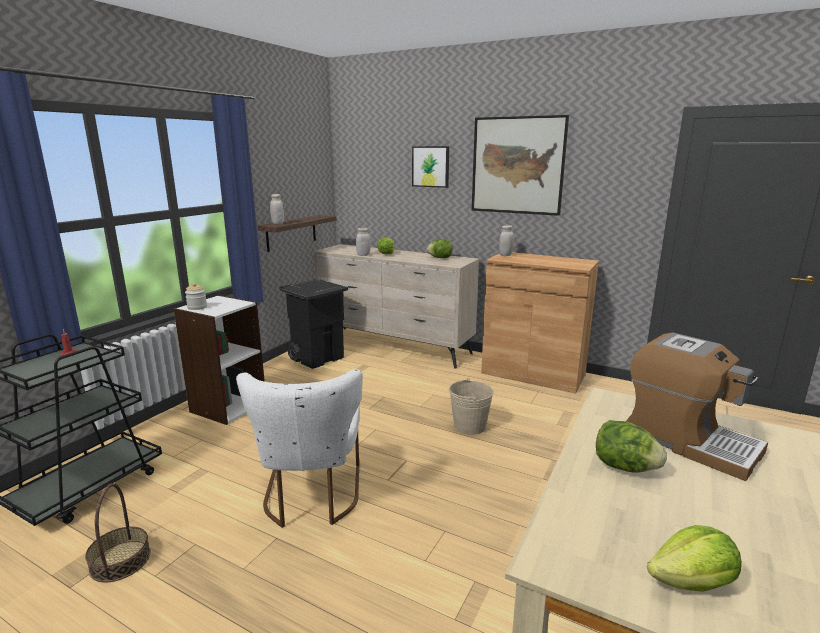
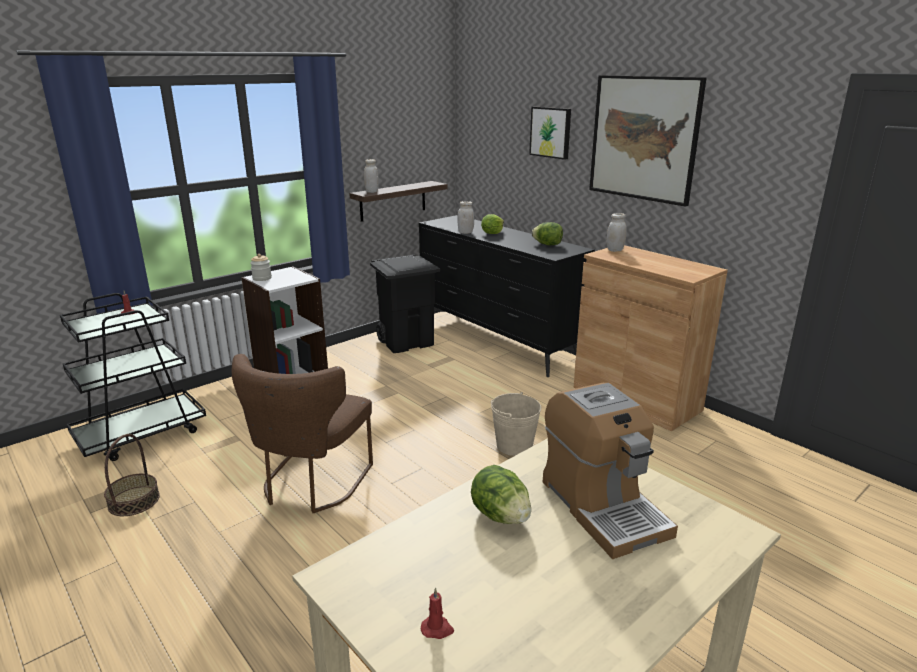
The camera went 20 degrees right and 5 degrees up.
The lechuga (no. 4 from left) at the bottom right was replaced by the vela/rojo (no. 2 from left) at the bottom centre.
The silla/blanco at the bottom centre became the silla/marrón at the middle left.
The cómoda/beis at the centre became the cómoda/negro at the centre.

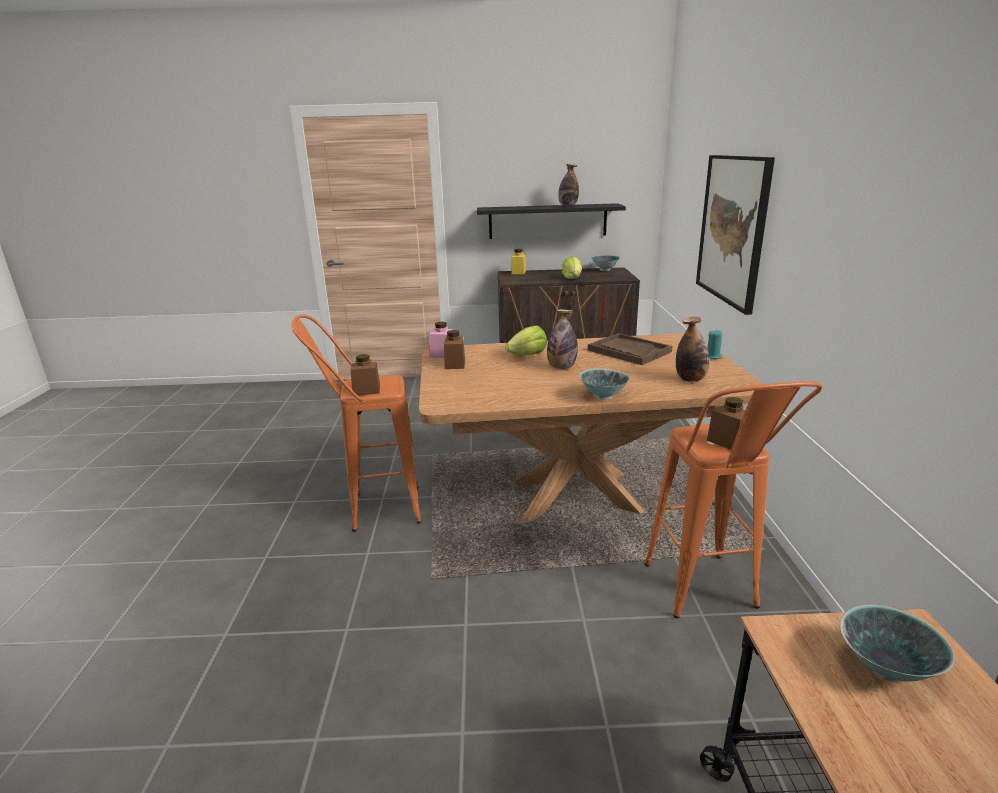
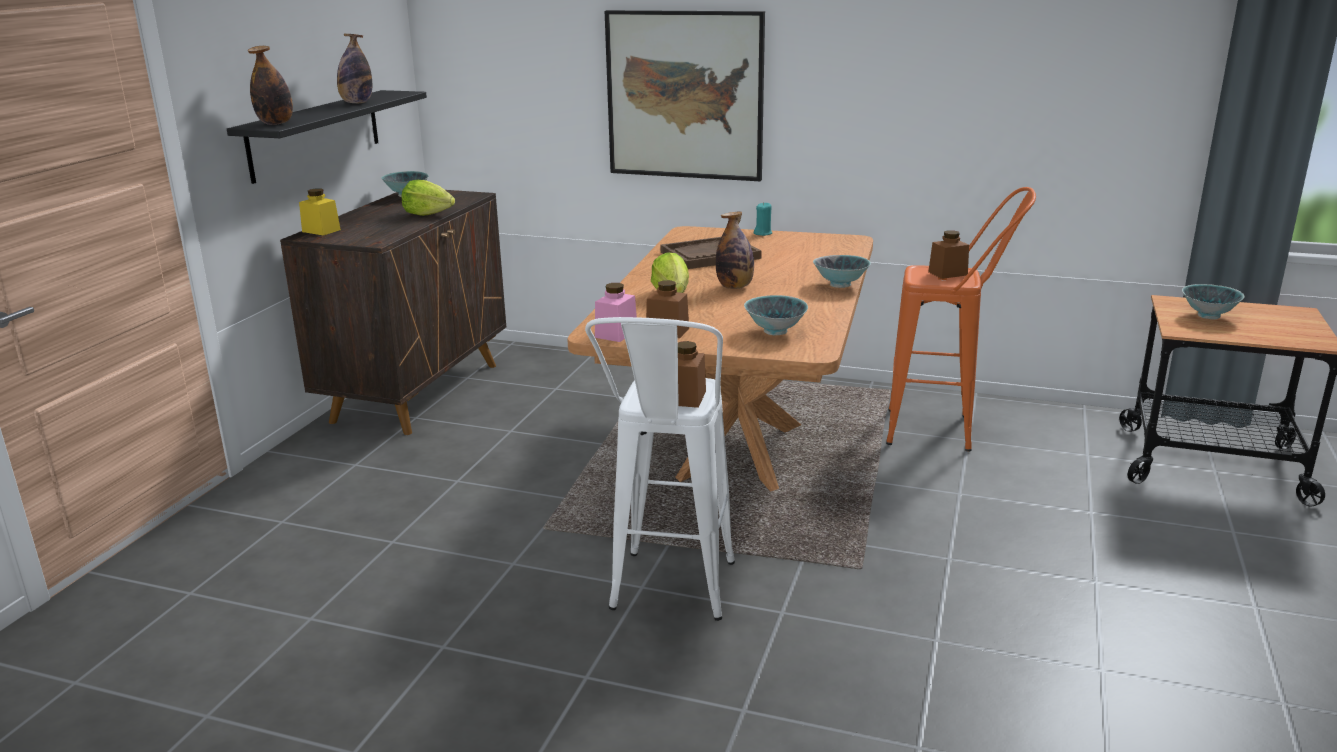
The camera went 70 degrees left and 0 degrees up.
The cuenco (no. 2 from left) at the centre appeared.
The botella (no. 3 from left in the first image) moved from the middle right to the top left.
The taburete/naranja (no. 1 from left) at the centre became the taburete/blanco at the centre.

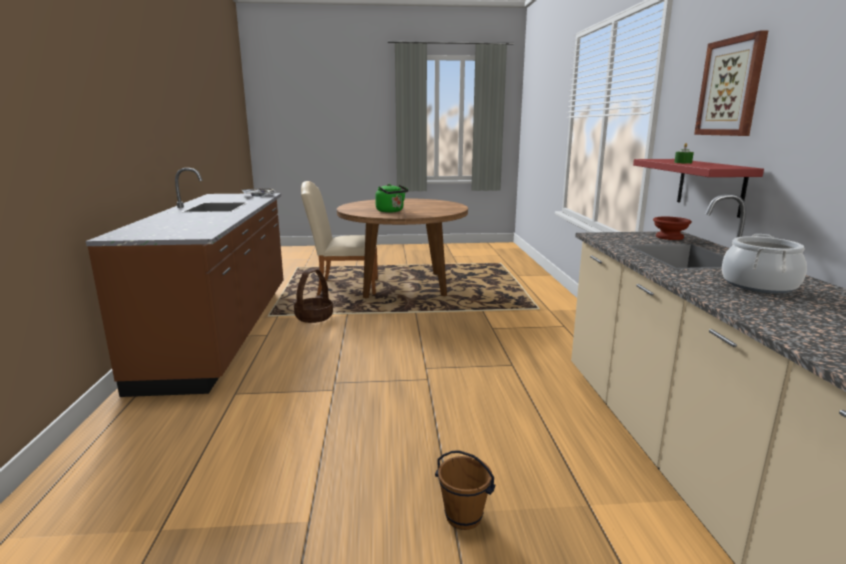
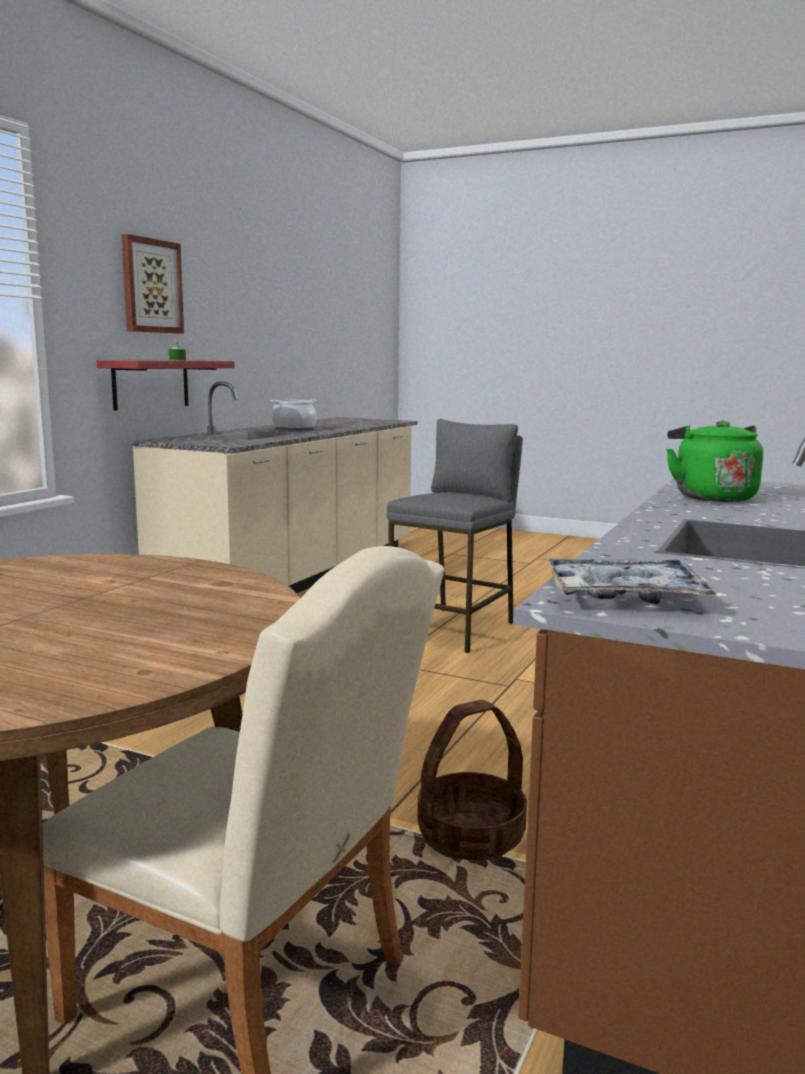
The camera went 150 degrees left and 5 degrees down.
The cubo/marrón at the bottom centre disappeared.
The cuenco/marrón at the middle right disappeared.
The taburete/gris at the centre appeared.
The hervidor/verde moved from the centre to the middle right.

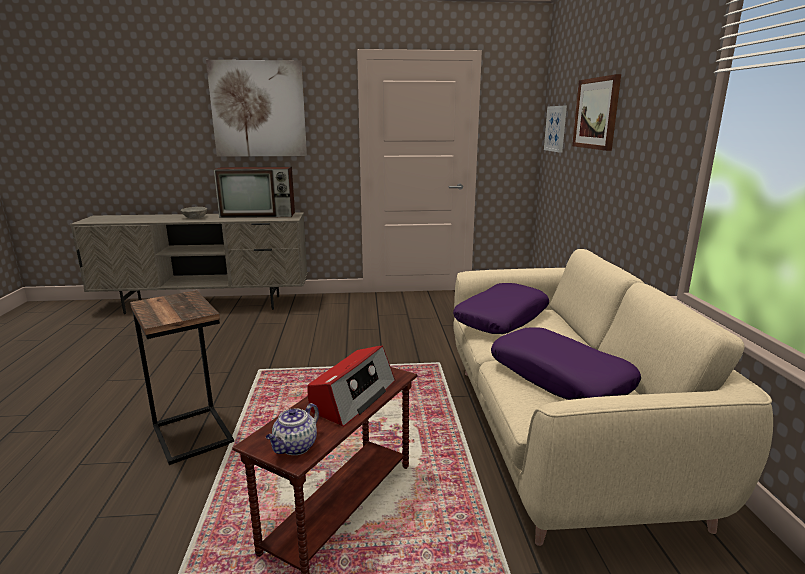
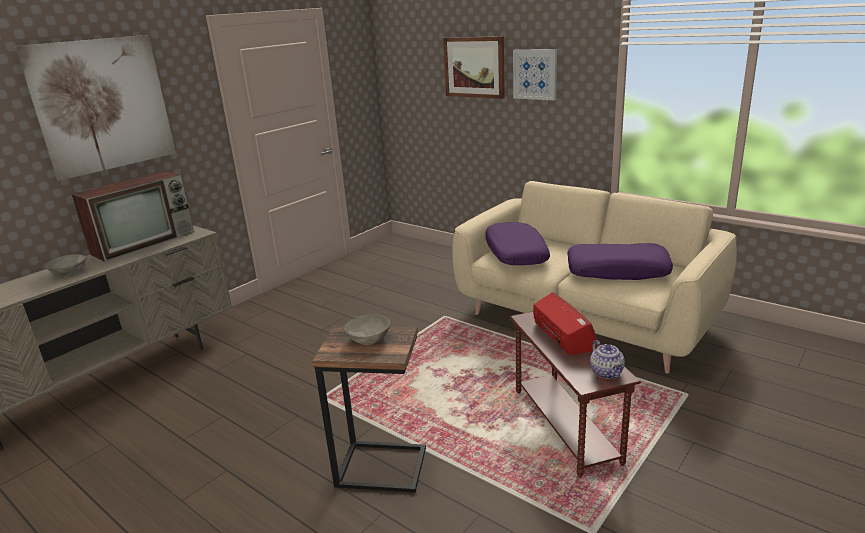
The camera went 45 degrees left and 5 degrees up.
The cuenco/gris (no. 2 from left) at the centre appeared.
The cuadro (no. 2 from left in the first image) moved from the top right to the top centre.

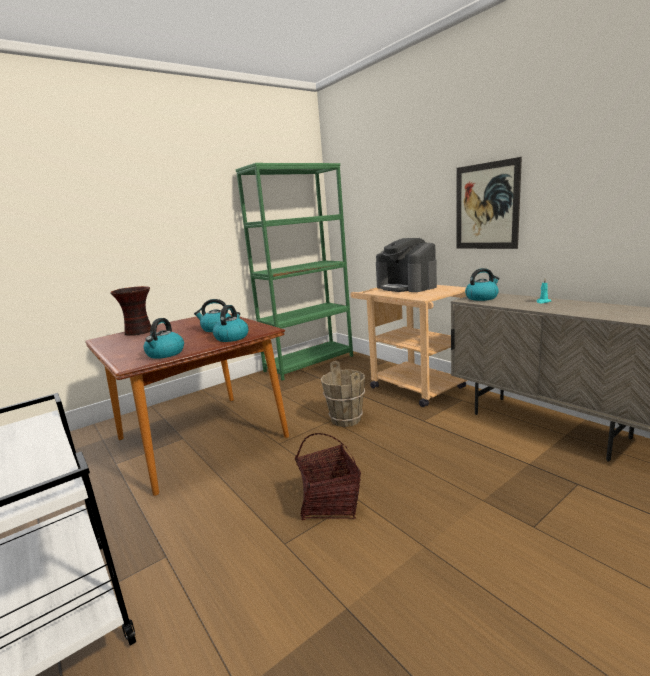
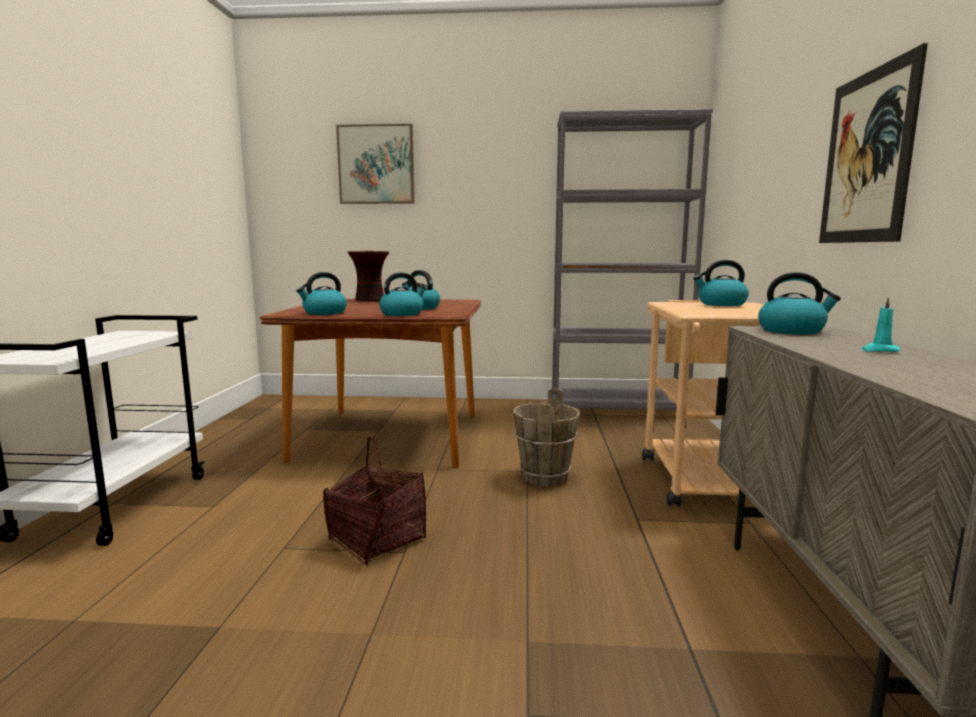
The camera went 40 degrees right and 5 degrees down.
The cuadro (no. 1 from left) at the top centre appeared.
The cafetera at the centre was replaced by the hervidor (no. 4 from left) at the middle right.
The estantería/verde at the centre became the estantería/gris at the centre.

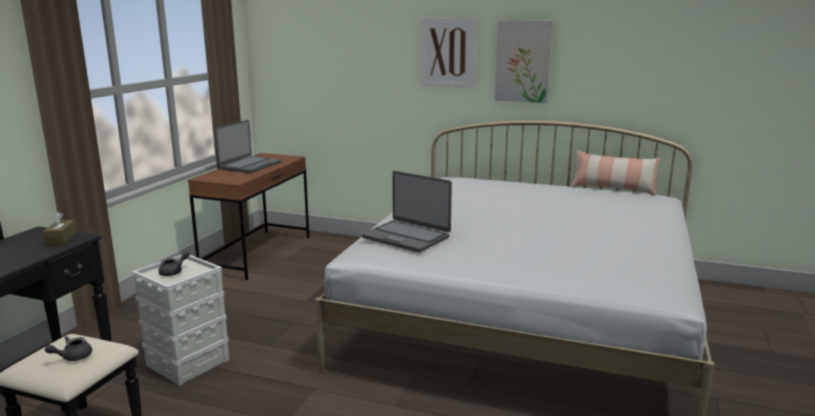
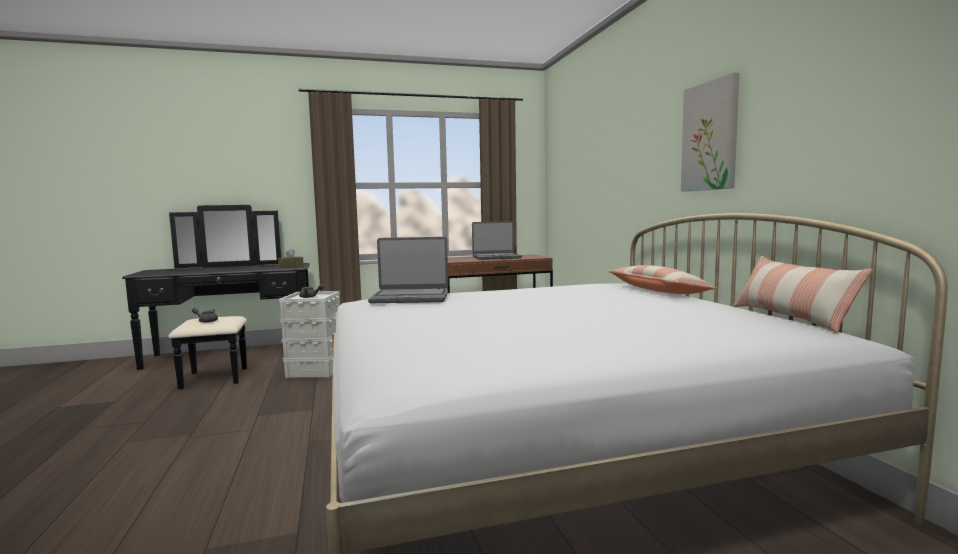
The camera went 55 degrees right and 10 degrees down.
The cuadro (no. 1 from left) at the top centre disappeared.
The cojín (no. 1 from left) at the middle right appeared.
The portátil (no. 2 from left in the first image) at the centre turned 90 degrees counterclockwise.

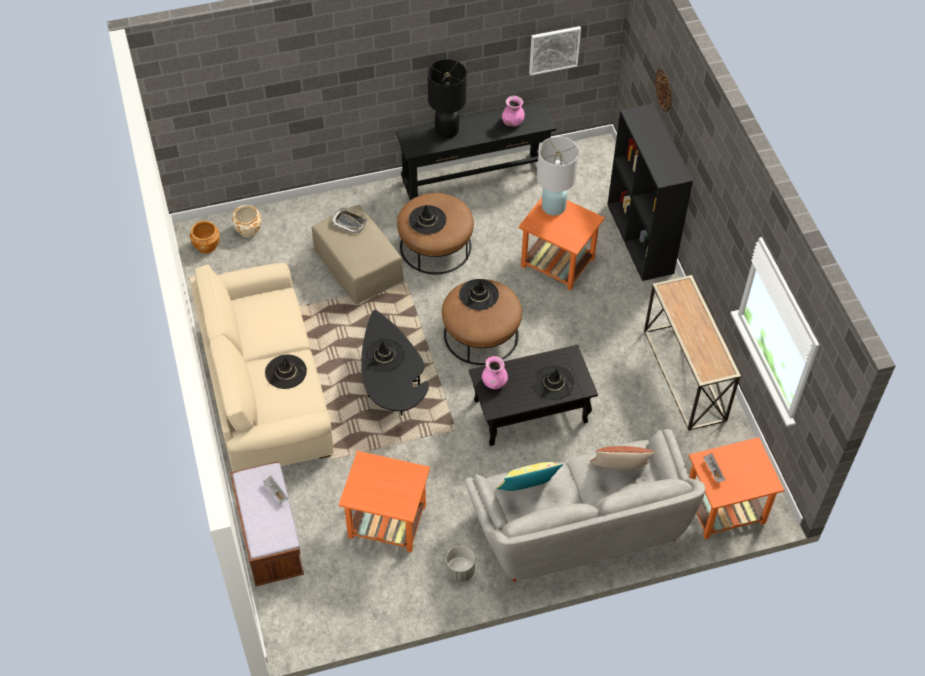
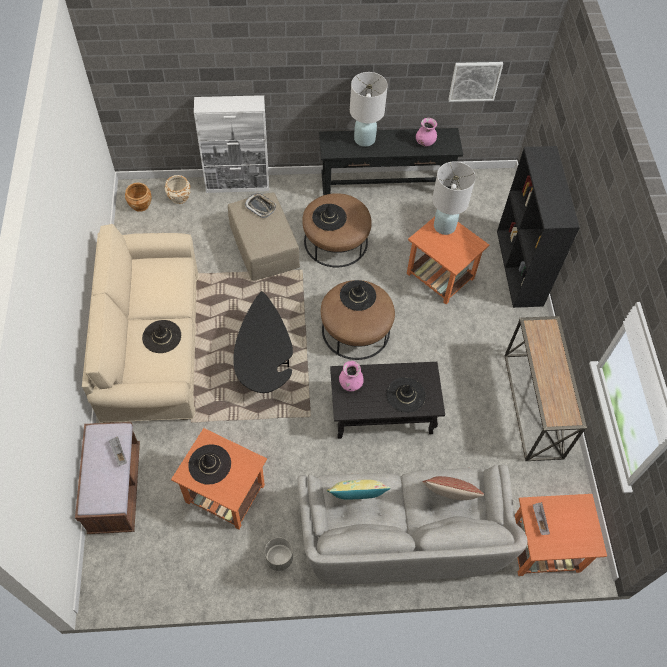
The camera went 10 degrees right and 5 degrees up.
The reloj de pared at the top right disappeared.
The armario/blanco at the top centre appeared.
The sombrero/negro (no. 2 from left) moved from the centre to the bottom left.
The lámpara de mesa/negro at the top centre became the lámpara de mesa/blanco (no. 1 from left) at the top centre.

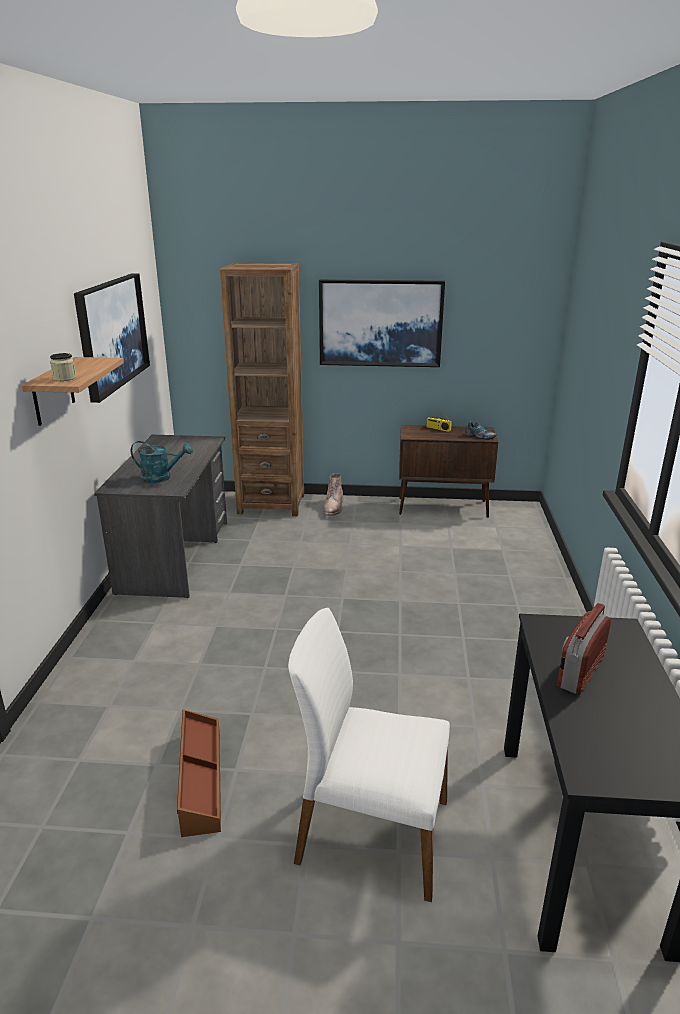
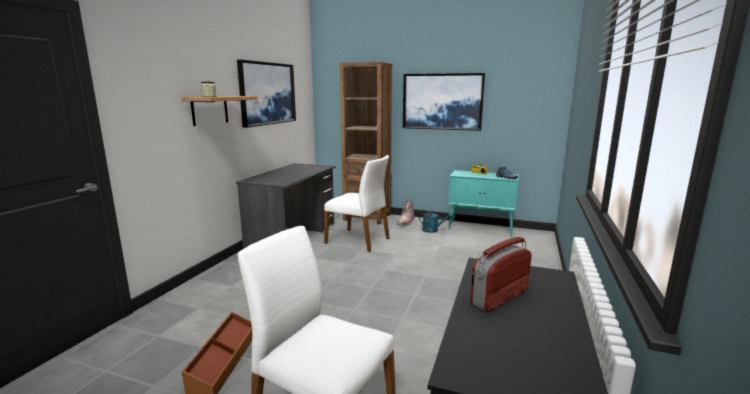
The camera went 15 degrees right and 10 degrees down.
The silla/blanco (no. 2 from left) at the centre appeared.
The regadera/turquesa moved from the middle left to the centre.
The armario/marrón at the centre became the armario/turquesa at the centre.

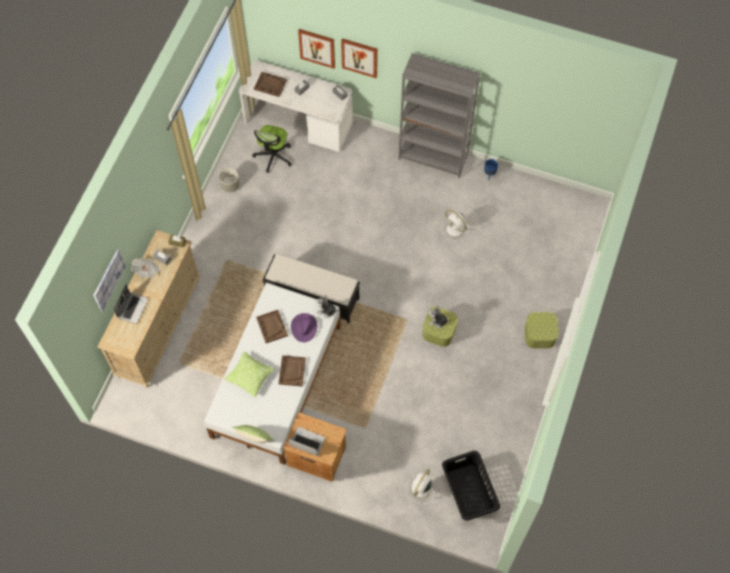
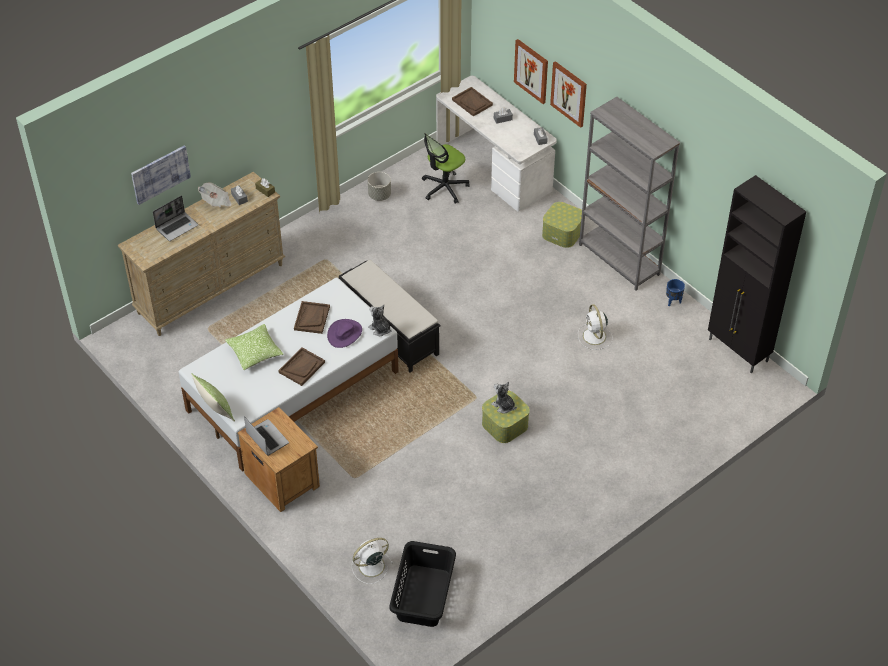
The camera went 30 degrees right and 15 degrees down.
The armario/negro at the middle right appeared.
The caja de almacenaje (no. 2 from left) moved from the middle right to the centre.

